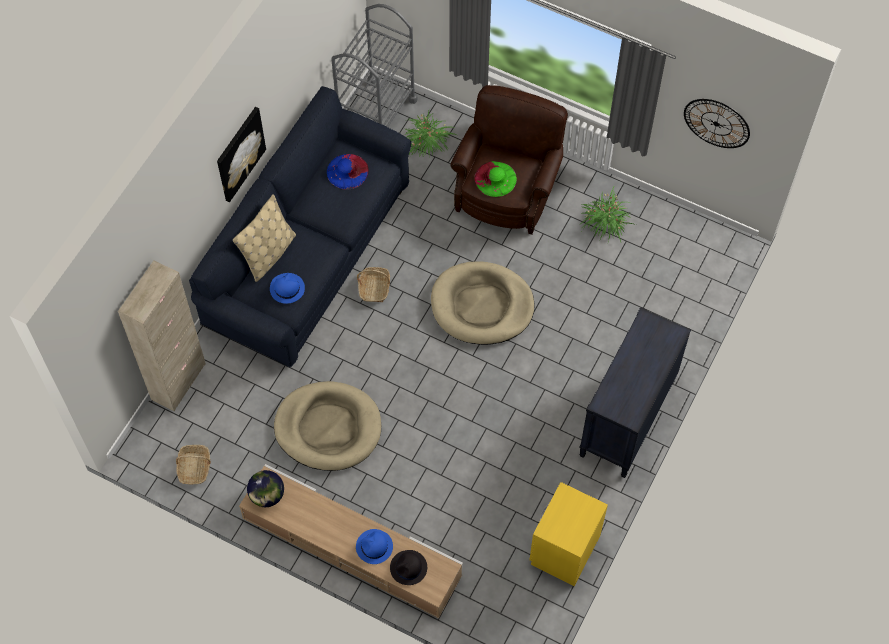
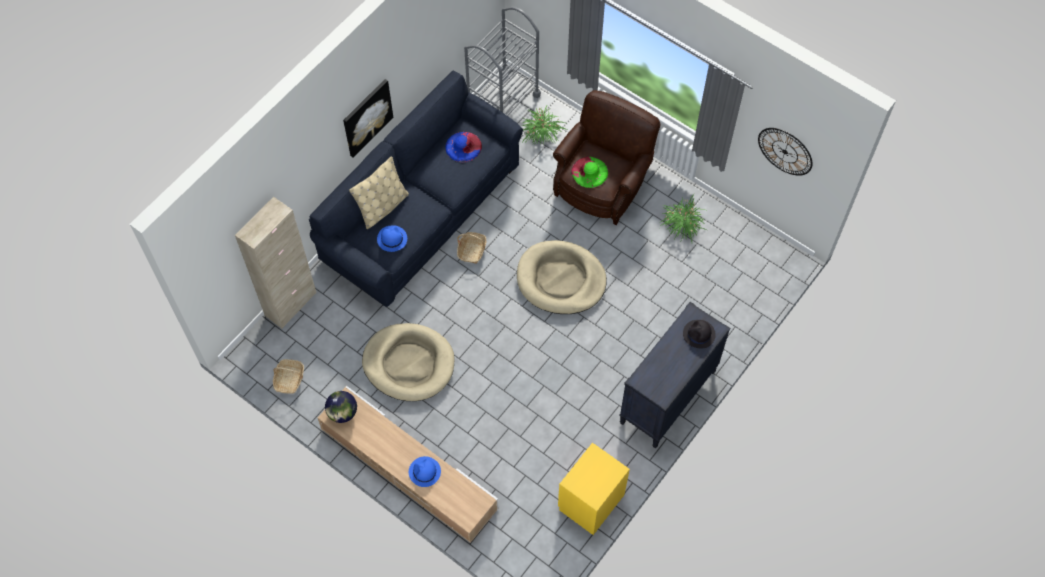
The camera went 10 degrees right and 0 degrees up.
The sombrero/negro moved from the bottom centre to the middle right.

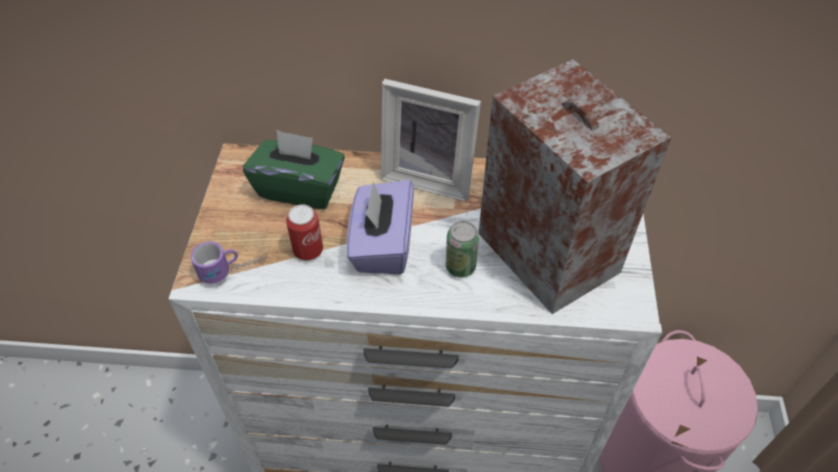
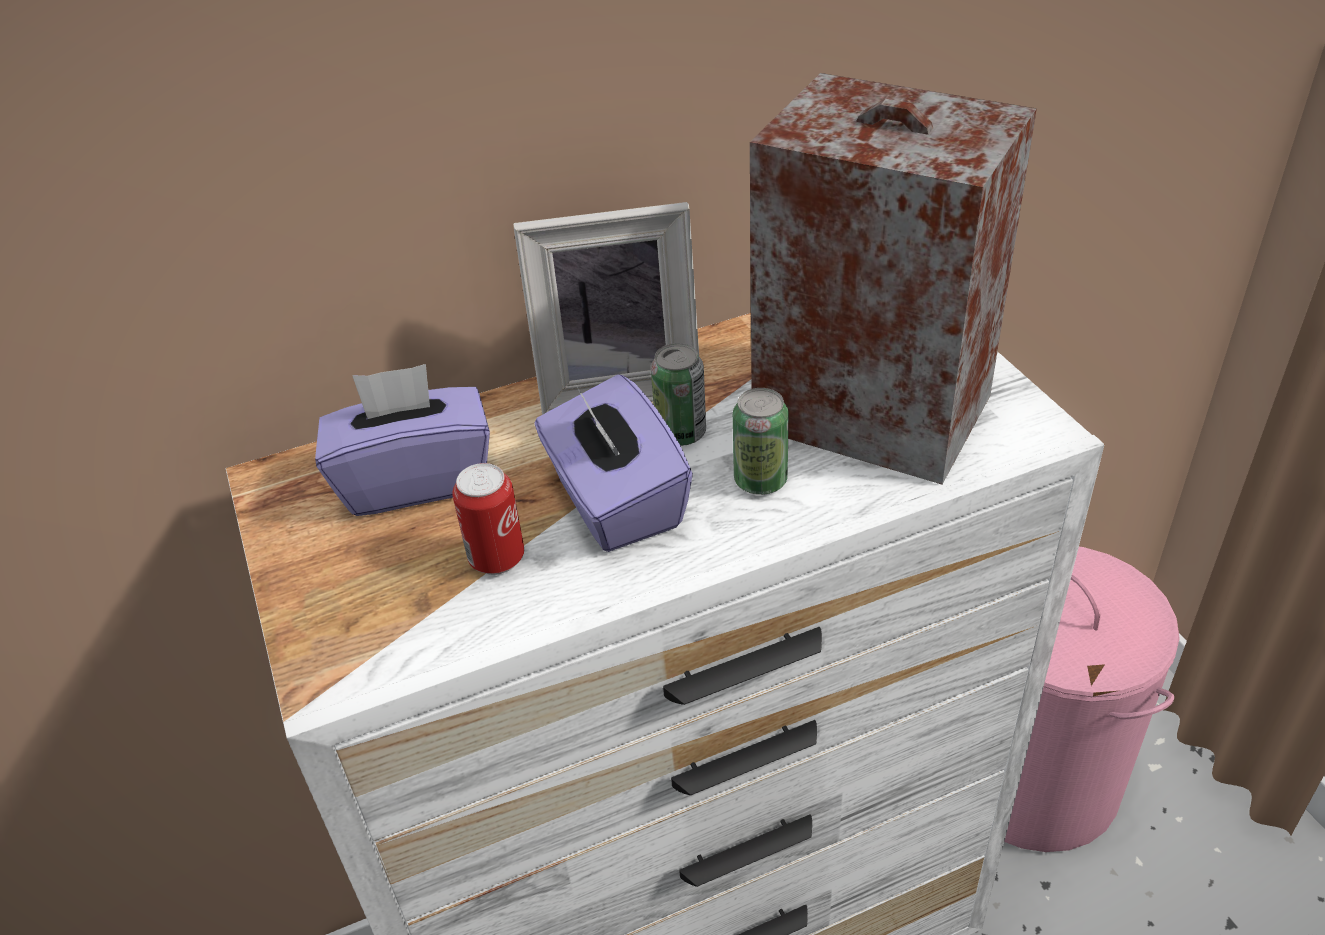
The camera went 25 degrees left and 10 degrees down.
The taza grande at the middle left disappeared.
The lata (no. 2 from left) at the centre appeared.
The caja de pañuelos/verde at the centre became the caja de pañuelos/morado (no. 1 from left) at the middle left.

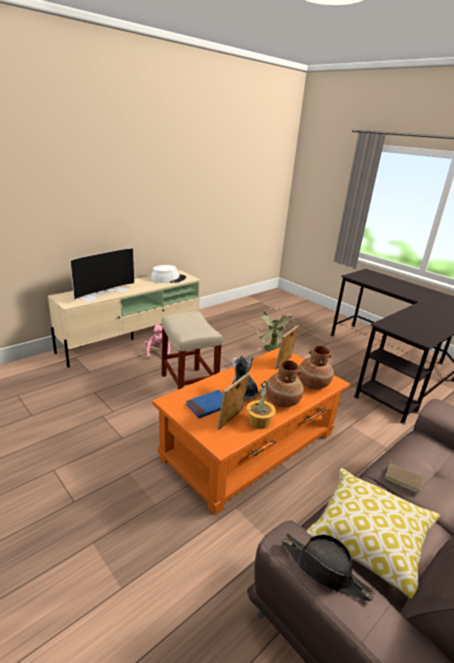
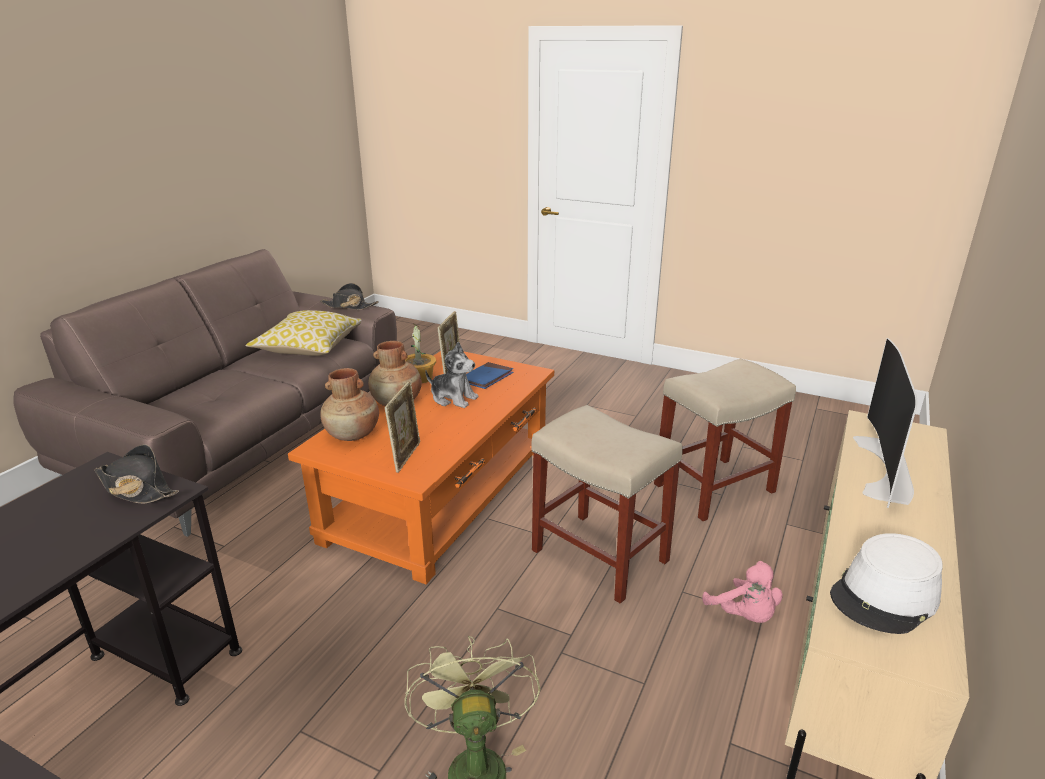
The camera went 160 degrees right and 0 degrees up.
The libro/marrón at the bottom right disappeared.
The sombrero/negro (no. 1 from left) at the middle left appeared.
The taburete/beis (no. 2 from left) at the middle right appeared.

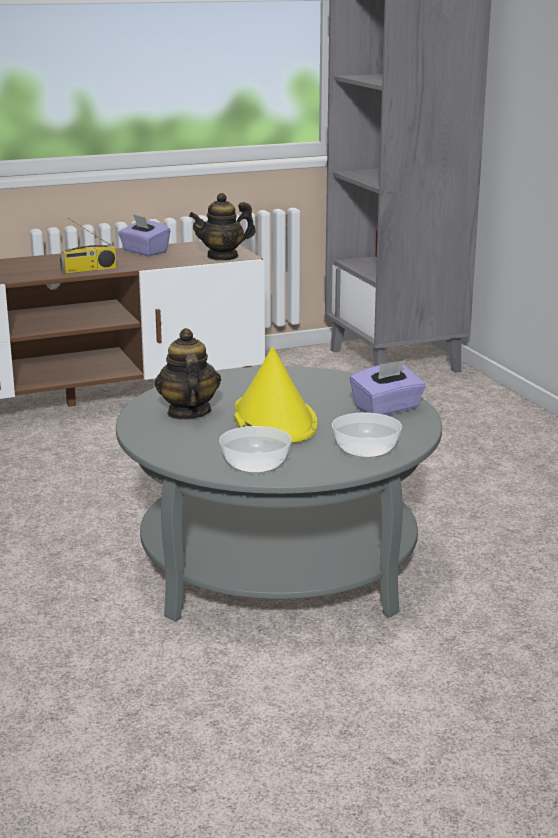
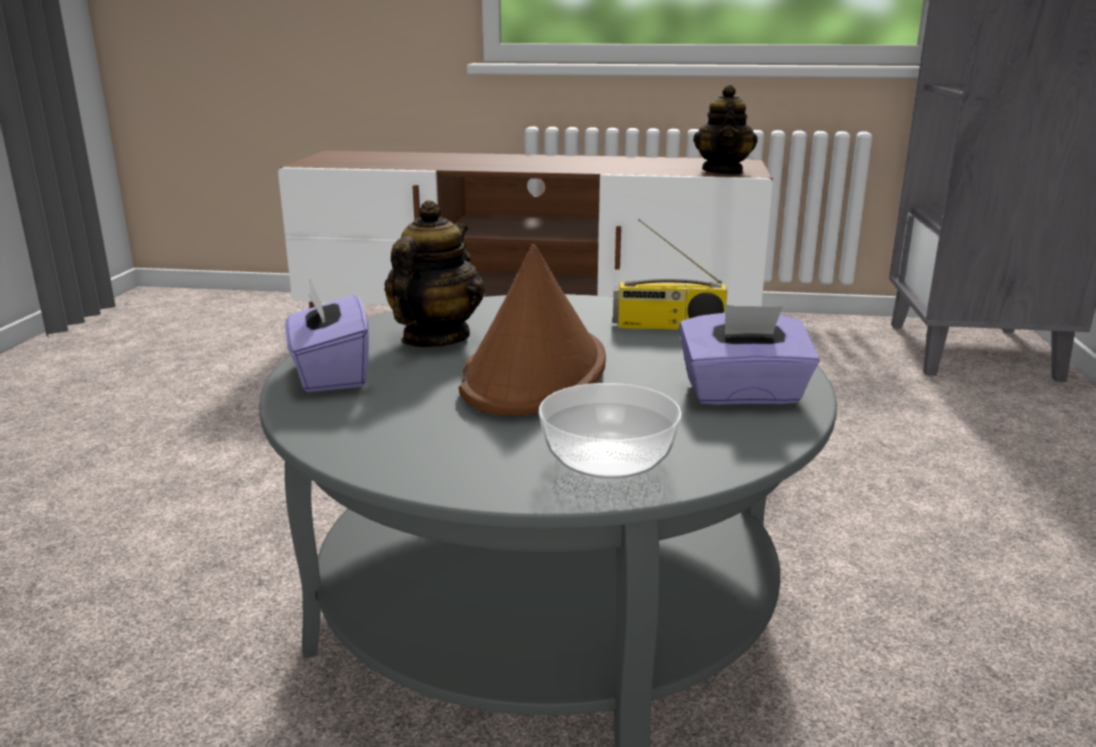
The camera went 30 degrees right and 0 degrees up.
The cuenco (no. 1 from left) at the centre disappeared.
The radio moved from the top left to the centre.
The caja de pañuelos/morado (no. 1 from left) moved from the top left to the middle left.
The sombrero/amarillo at the centre became the sombrero/marrón at the centre.
The tetera (no. 2 from left) at the top centre turned 90 degrees counterclockwise.

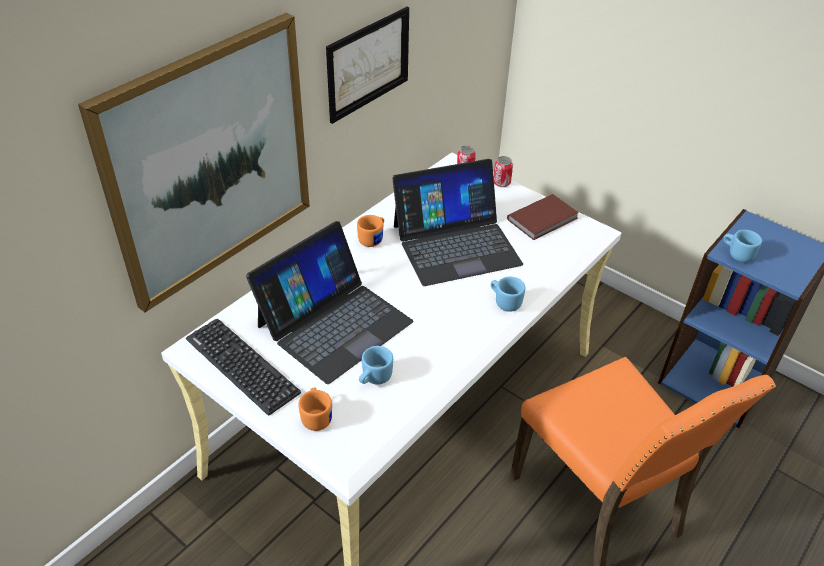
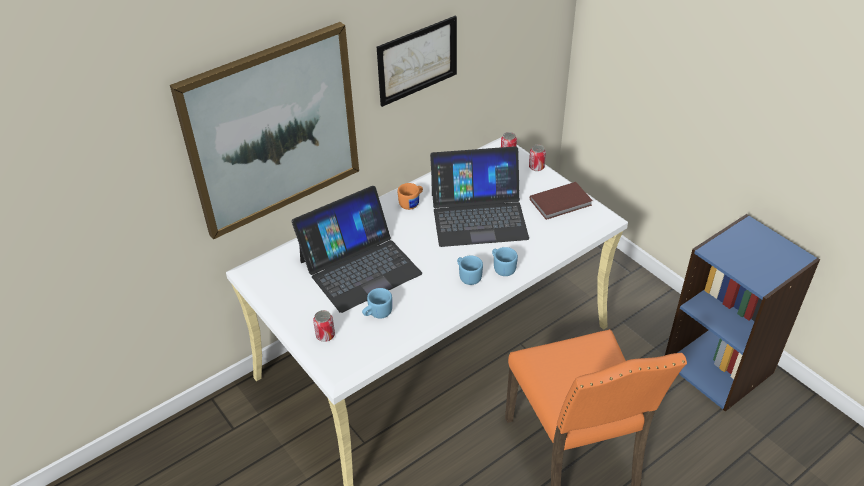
The camera went 15 degrees right and 0 degrees up.
The teclado at the middle left disappeared.
The taza grande/azul (no. 3 from left in the first image) moved from the middle right to the centre.
The taza grande/naranja (no. 1 from left) at the bottom centre was replaced by the lata (no. 1 from left) at the bottom centre.

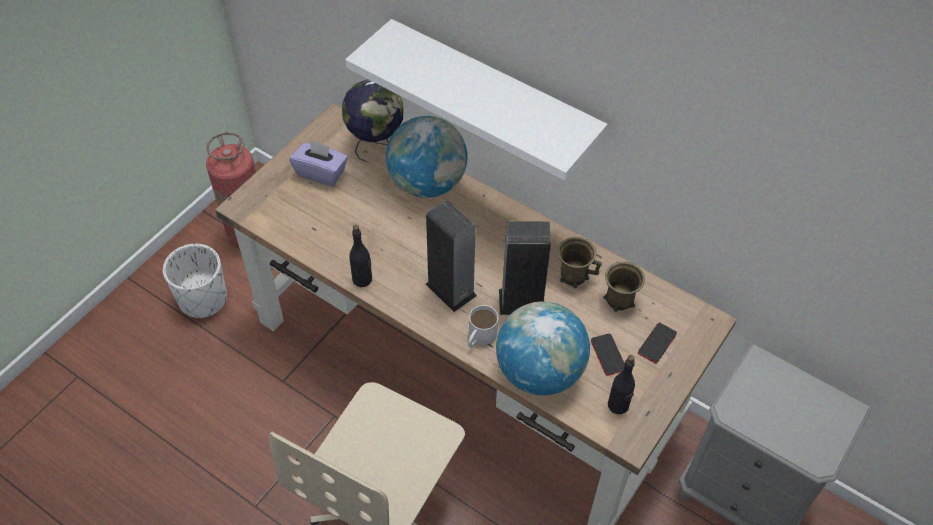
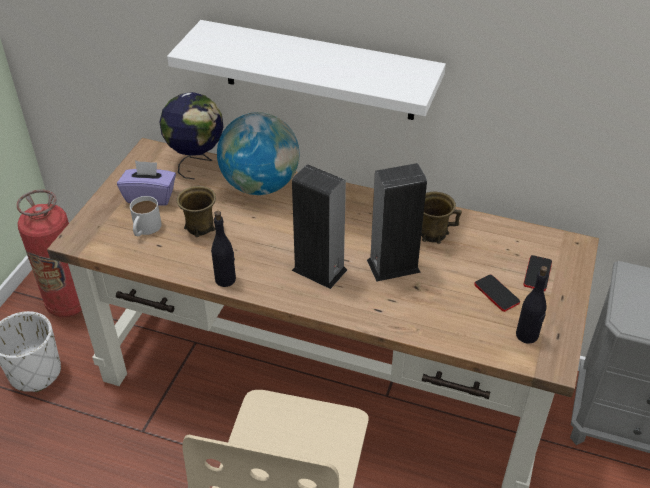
The camera went 15 degrees left and 10 degrees down.
The globo terráqueo (no. 3 from left) at the centre disappeared.
The taza grande/blanco moved from the centre to the middle left.
The taza grande/marrón (no. 2 from left in the first image) moved from the middle right to the middle left.

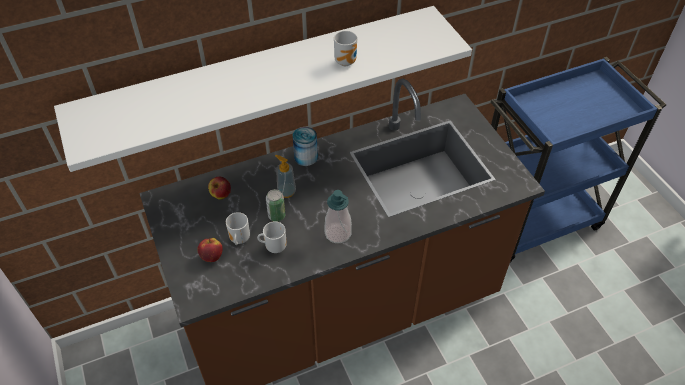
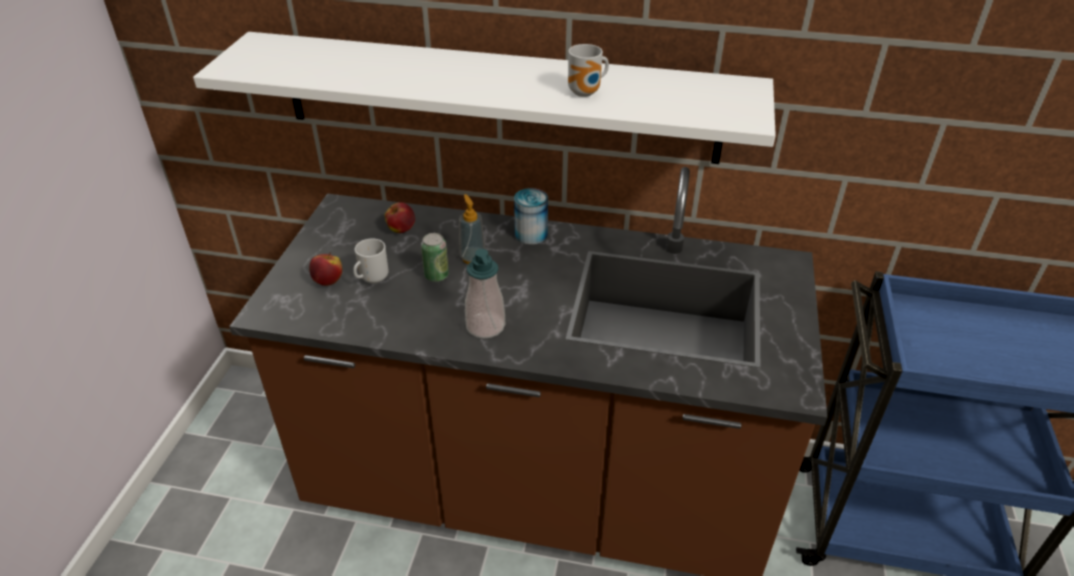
The camera went 35 degrees right and 10 degrees down.
The taza grande (no. 2 from left) at the centre disappeared.

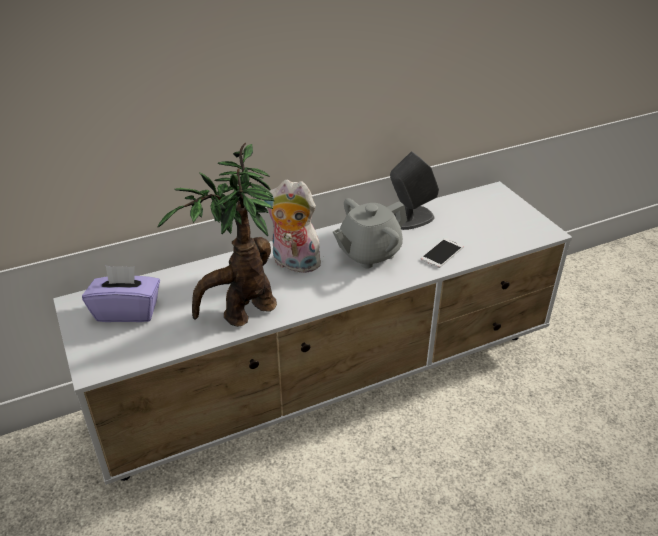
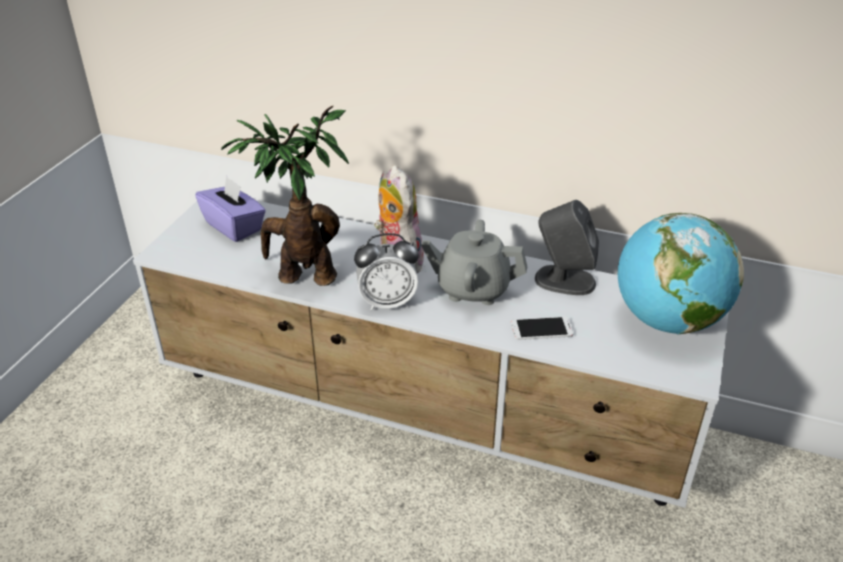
The camera went 45 degrees right and 0 degrees up.
The despertador at the centre appeared.
The globo terráqueo at the middle right appeared.

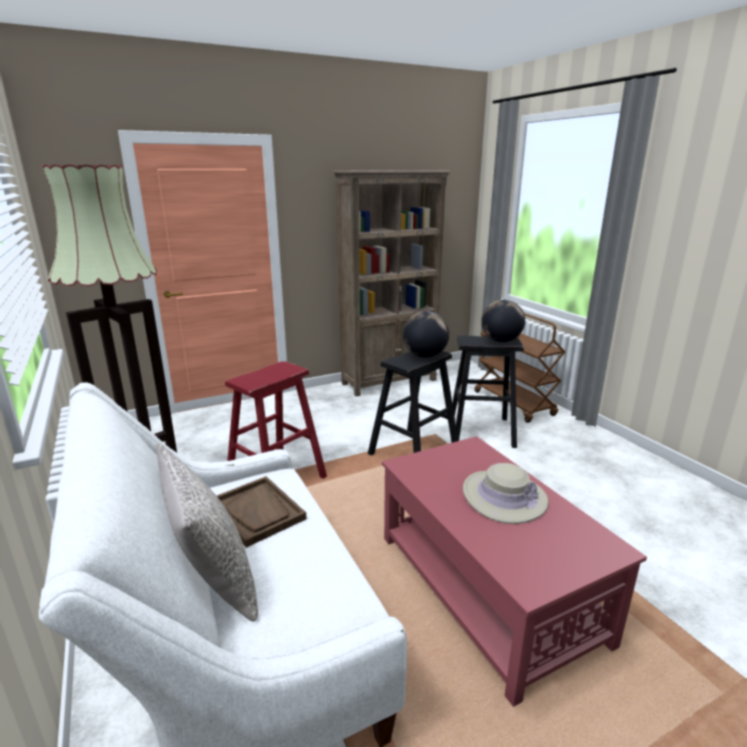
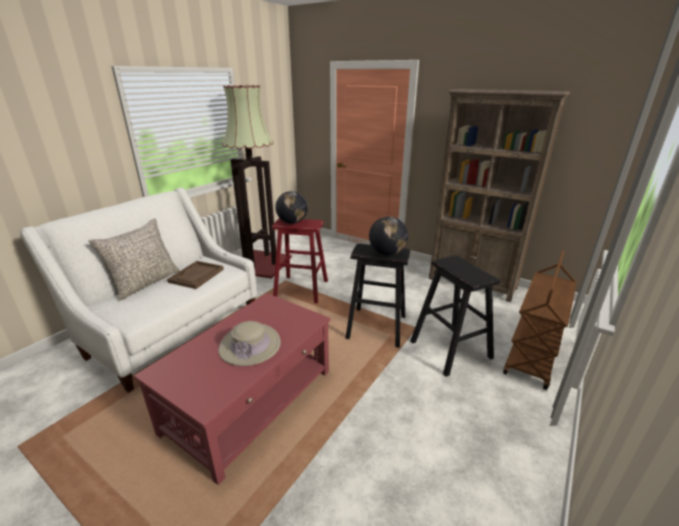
The camera went 60 degrees right and 5 degrees up.
The globo terráqueo (no. 2 from left in the first image) moved from the middle right to the centre.

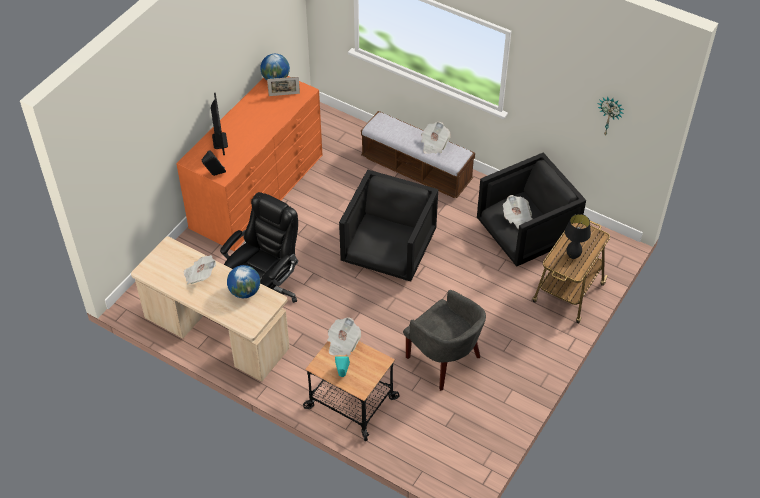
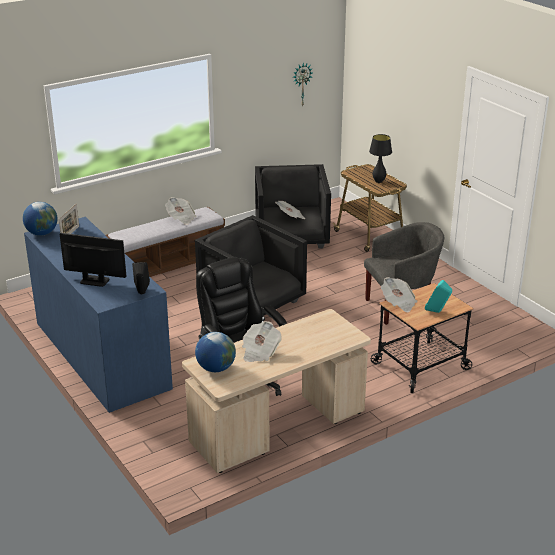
The camera went 65 degrees left and 20 degrees down.
The globo terráqueo (no. 1 from left in the first image) moved from the middle left to the centre.
The cómoda/naranja at the top left became the cómoda/azul at the middle left.

